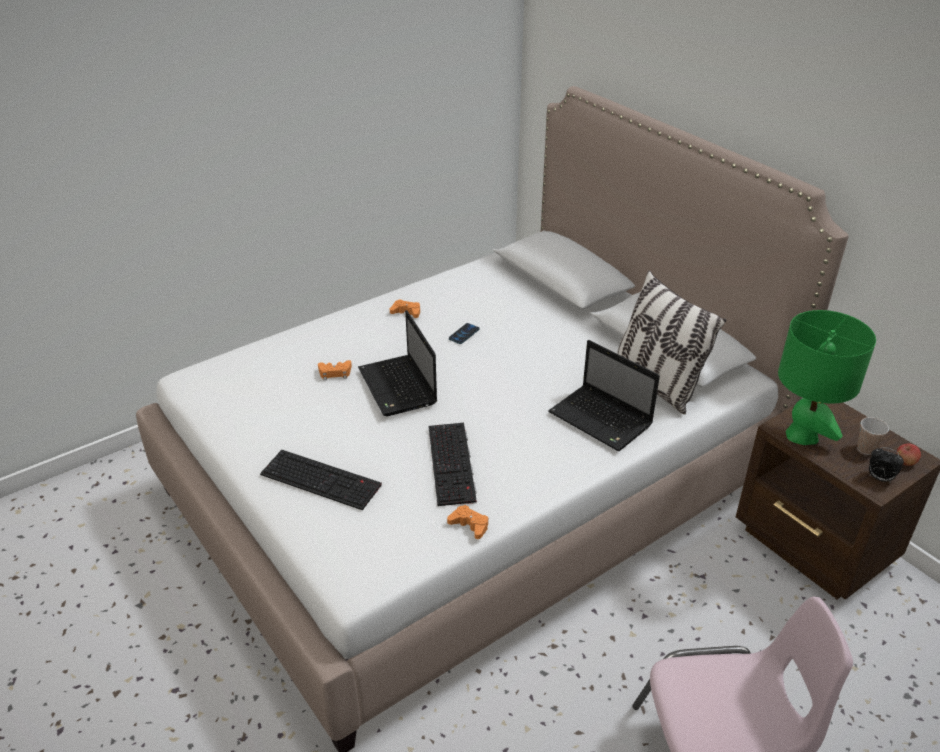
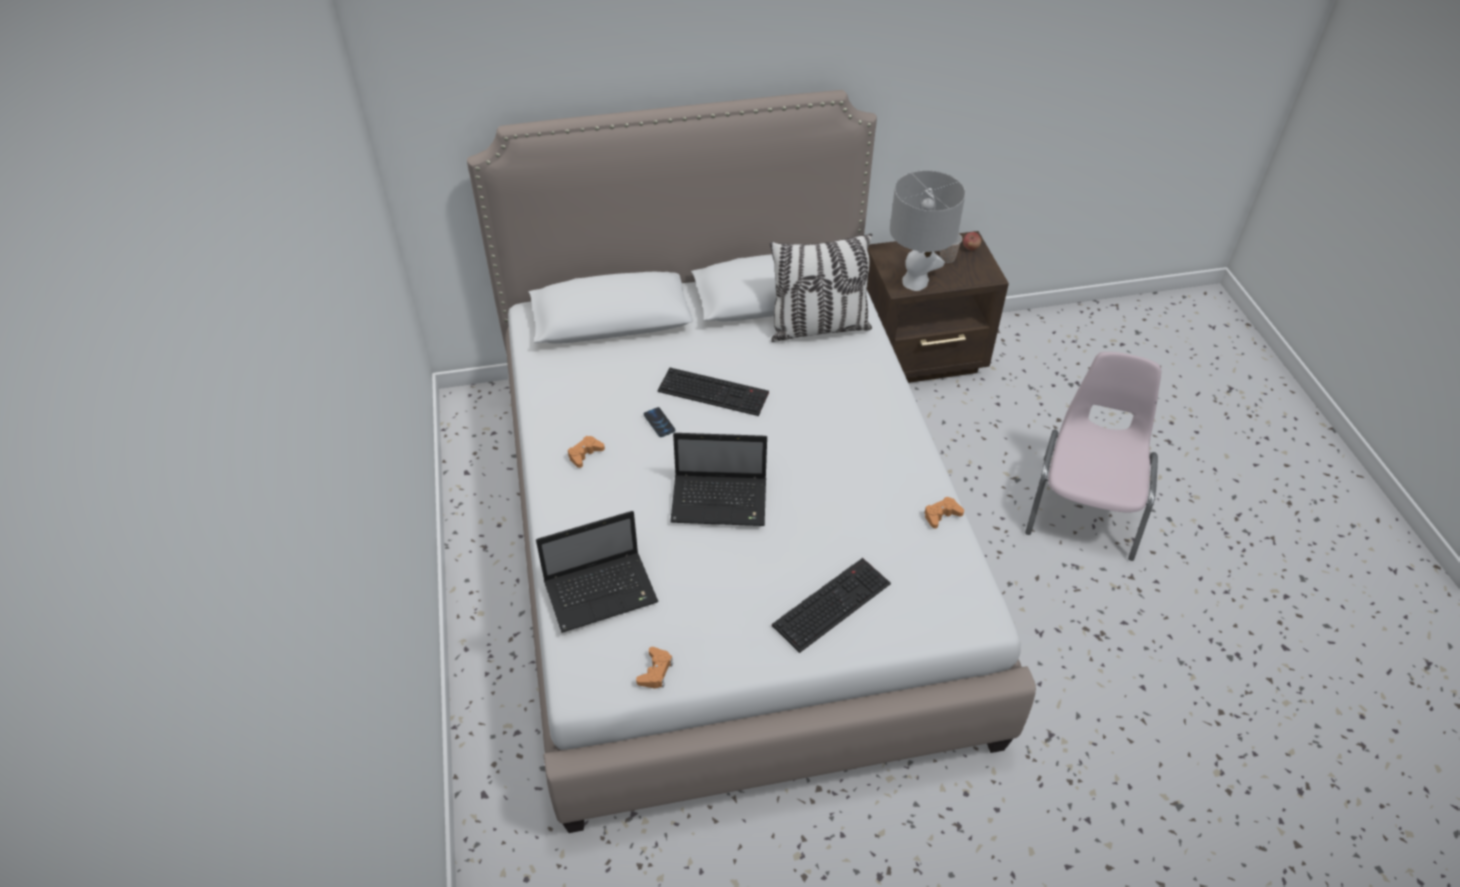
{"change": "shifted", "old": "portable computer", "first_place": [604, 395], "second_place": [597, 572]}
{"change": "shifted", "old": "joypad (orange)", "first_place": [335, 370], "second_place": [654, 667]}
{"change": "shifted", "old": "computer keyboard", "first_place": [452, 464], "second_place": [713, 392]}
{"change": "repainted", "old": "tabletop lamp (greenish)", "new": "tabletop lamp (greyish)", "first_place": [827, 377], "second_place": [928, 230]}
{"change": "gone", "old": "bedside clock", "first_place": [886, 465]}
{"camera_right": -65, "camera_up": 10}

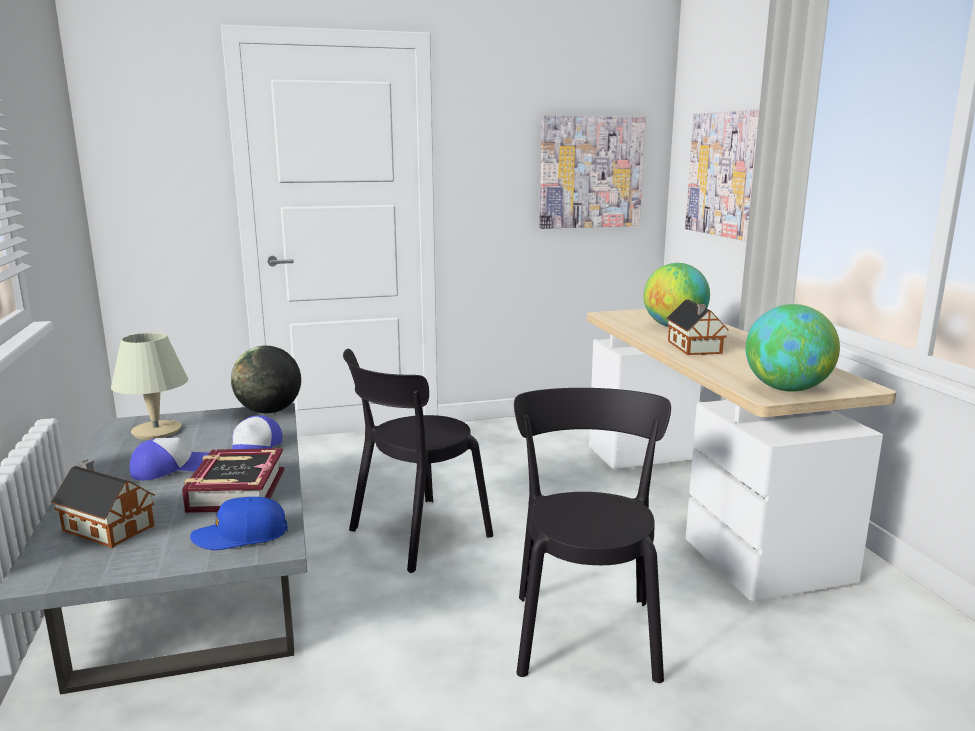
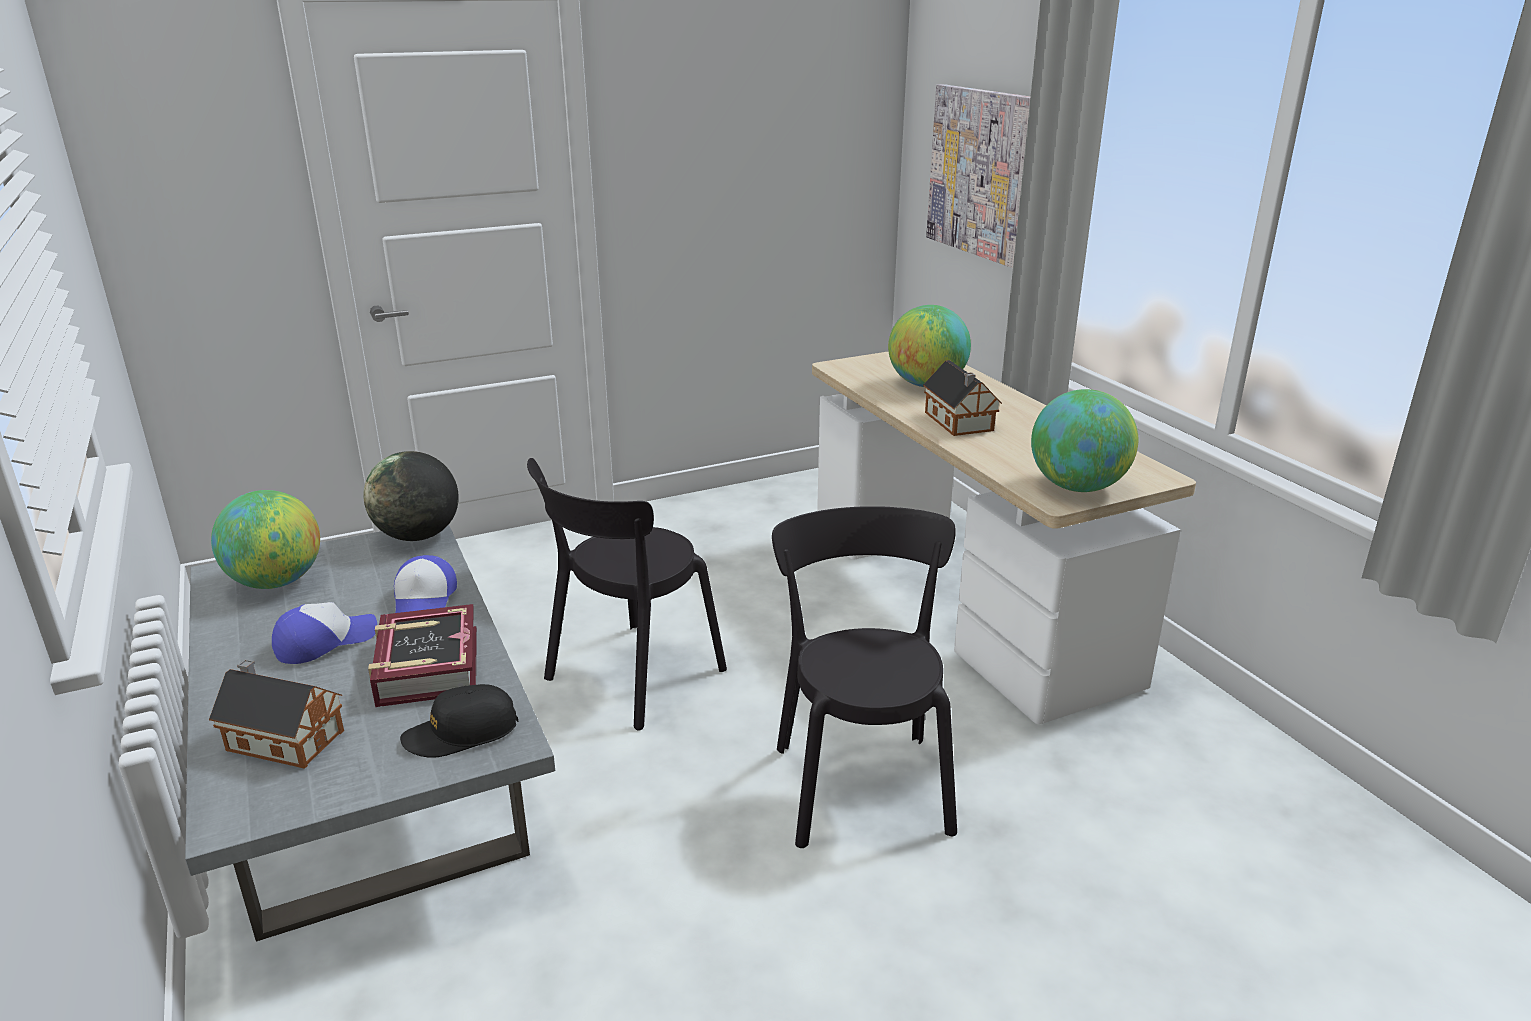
{"change": "swapped", "old": "tabletop lamp (beige)", "new": "globe", "first_place": [149, 386], "second_place": [265, 539]}
{"change": "repainted", "old": "baseball cap (blue-coloured)", "new": "baseball cap (blackish)", "first_place": [239, 523], "second_place": [459, 721]}
{"change": "gone", "old": "wall picture", "first_place": [593, 172]}
{"camera_right": -10, "camera_up": 10}

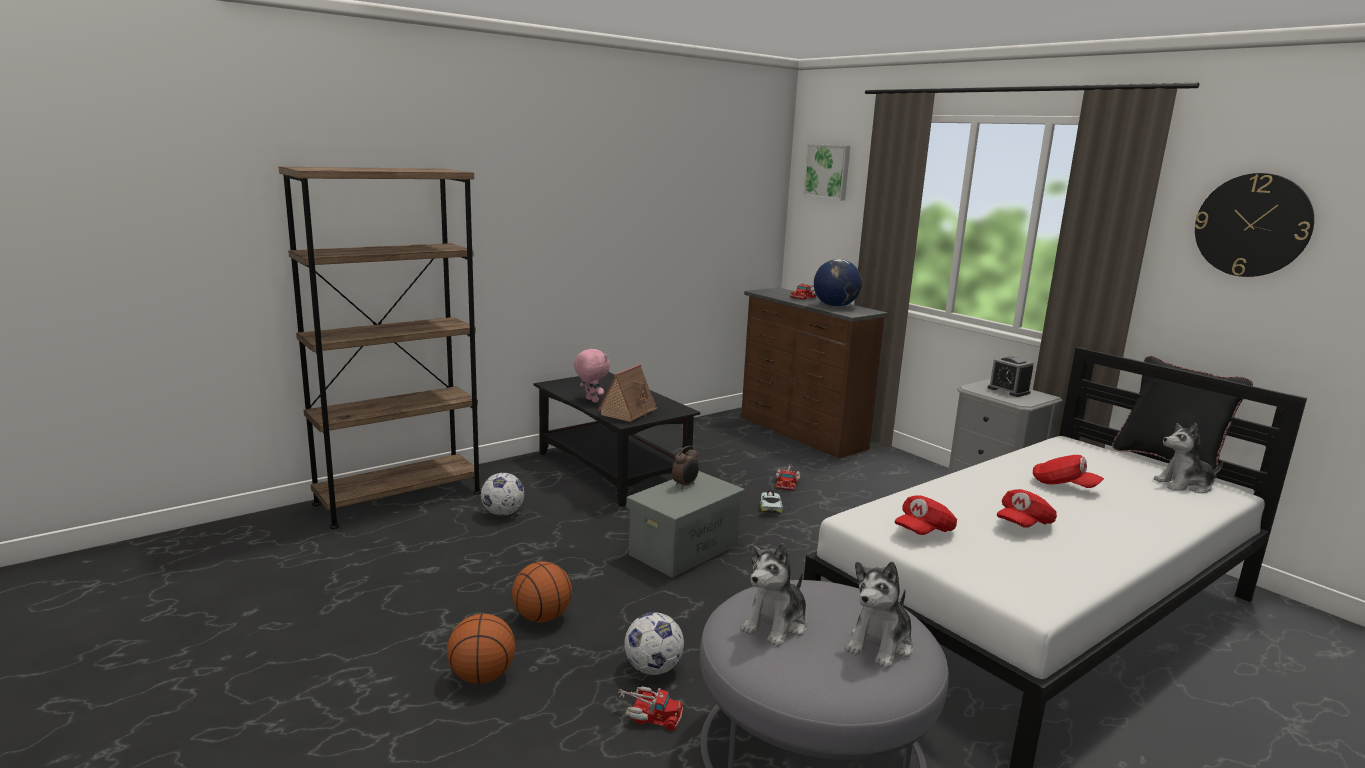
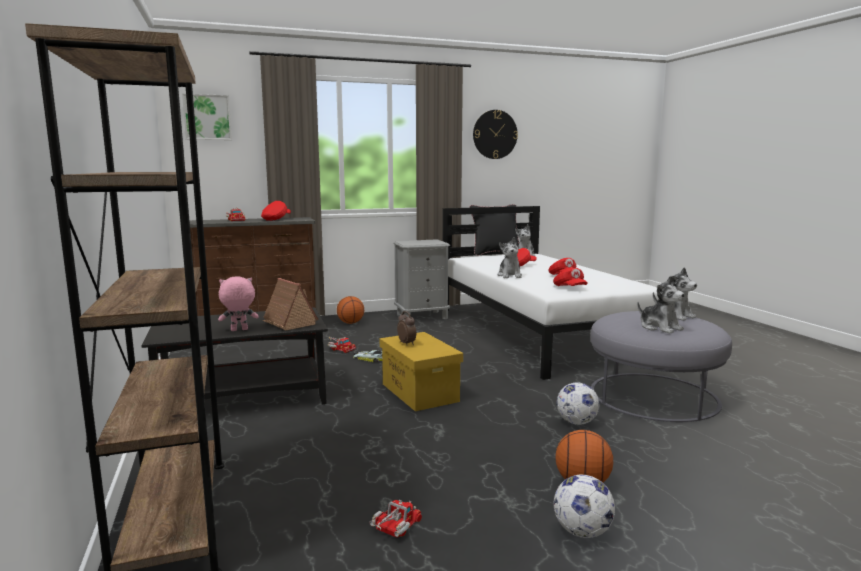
{"change": "swapped", "old": "globe", "new": "baseball cap (red-coloured)", "first_place": [838, 283], "second_place": [276, 211]}
{"change": "shifted", "old": "ball for basketball", "first_place": [542, 591], "second_place": [350, 310]}
{"change": "shifted", "old": "model truck", "first_place": [650, 708], "second_place": [396, 519]}
{"change": "repainted", "old": "storage bin (greyish)", "new": "storage bin (yellow)", "first_place": [685, 524], "second_place": [421, 371]}
{"change": "new", "new": "cuddly toy", "second_place": [509, 257]}
{"change": "shifted", "old": "ball for football", "first_place": [502, 494], "second_place": [584, 506]}
{"change": "gone", "old": "bedside clock", "first_place": [1010, 376]}
{"camera_right": -70, "camera_up": -5}

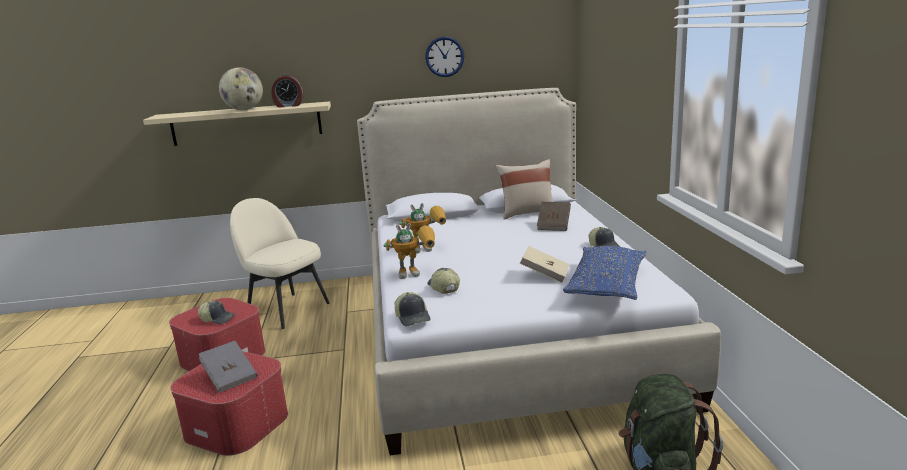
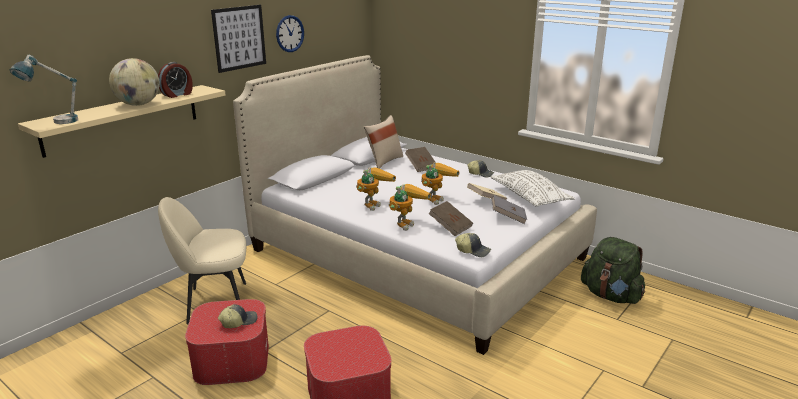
{"change": "new", "new": "tabletop lamp", "second_place": [43, 89]}
{"change": "new", "new": "wall picture", "second_place": [238, 39]}
{"change": "new", "new": "robot figure", "second_place": [440, 183]}
{"change": "swapped", "old": "baseball cap", "new": "volume (brownish)", "first_place": [443, 281], "second_place": [450, 218]}
{"change": "repainted", "old": "throw pillow (blue-coloured)", "new": "throw pillow (white-coloured)", "first_place": [605, 273], "second_place": [532, 188]}
{"change": "shifted", "old": "volume (greyish)", "first_place": [227, 367], "second_place": [509, 209]}
{"camera_right": -45, "camera_up": 5}

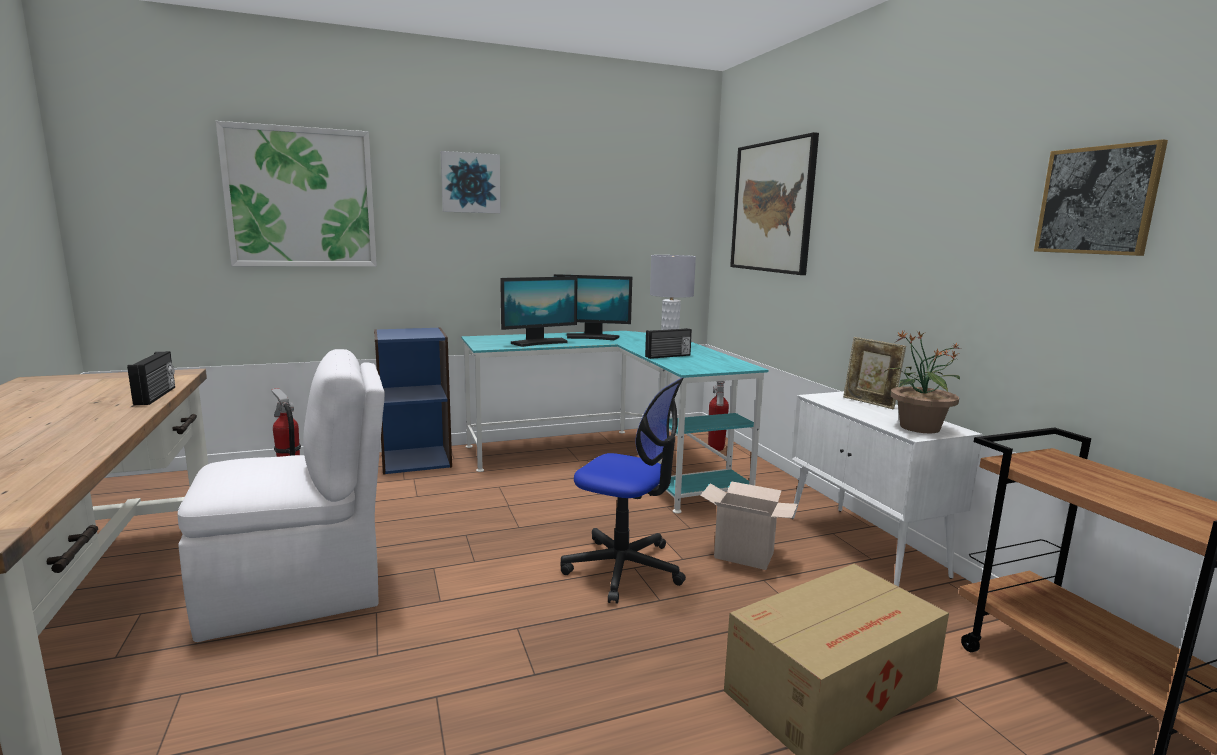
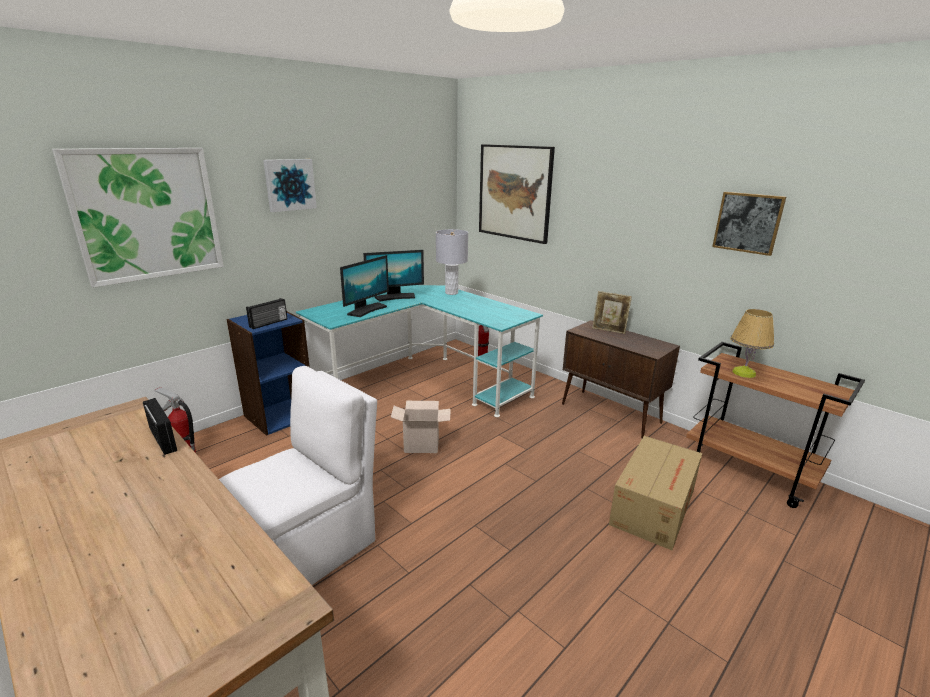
{"change": "shifted", "old": "radio", "first_place": [668, 343], "second_place": [267, 313]}
{"change": "shifted", "old": "cardboard box", "first_place": [749, 525], "second_place": [421, 427]}
{"change": "repainted", "old": "storage cabinet (white-coloured)", "new": "storage cabinet (brownish)", "first_place": [887, 488], "second_place": [621, 379]}
{"change": "new", "new": "tabletop lamp", "second_place": [752, 343]}
{"change": "gone", "old": "computer chair", "first_place": [623, 491]}
{"change": "gone", "old": "houseplant", "first_place": [923, 382]}
{"camera_right": -25, "camera_up": 10}

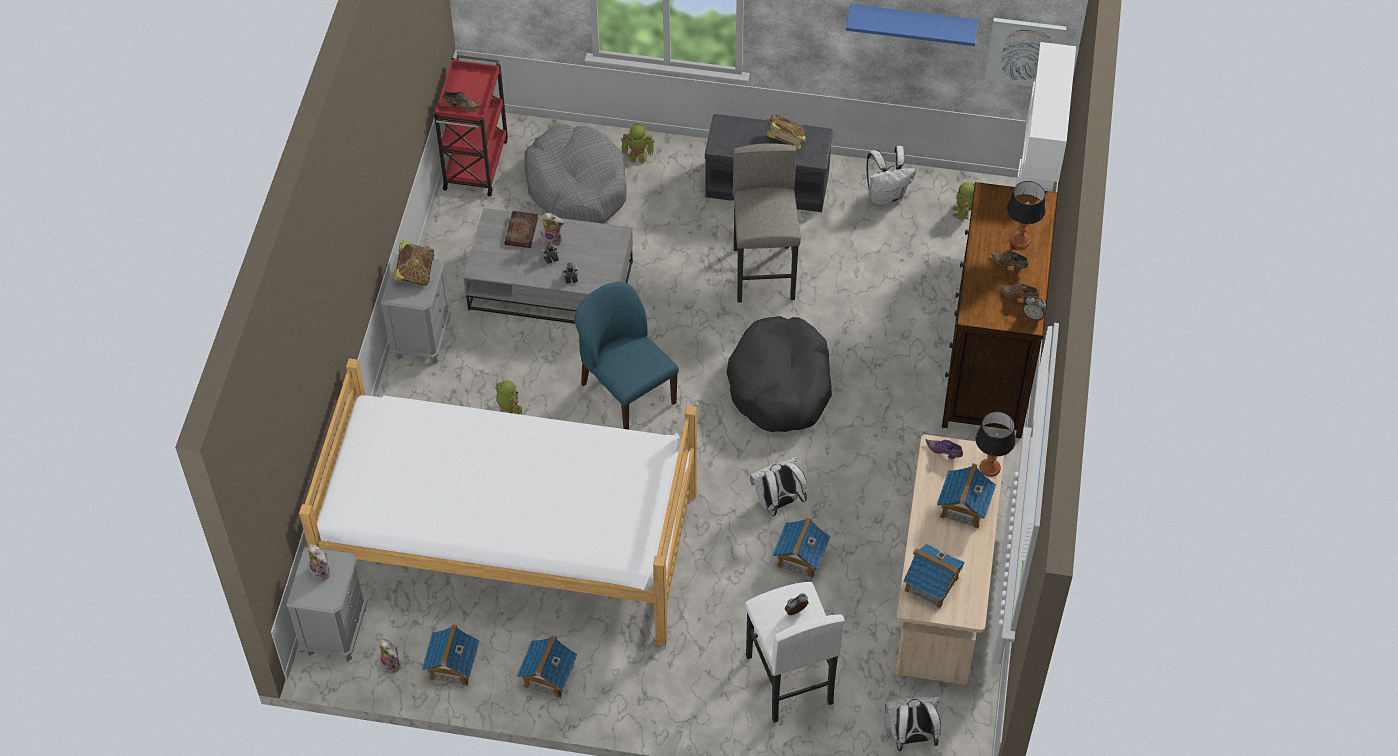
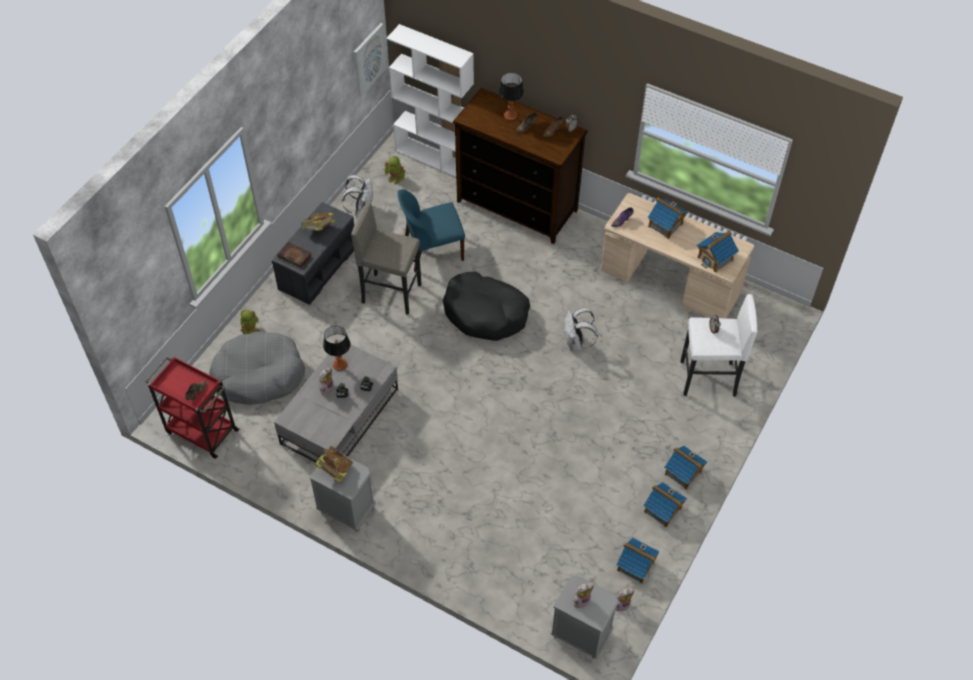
{"change": "shifted", "old": "volume", "first_place": [521, 229], "second_place": [294, 255]}
{"change": "shifted", "old": "tabletop lamp", "first_place": [995, 444], "second_place": [337, 348]}
{"change": "shifted", "old": "chair (blue-coloured)", "first_place": [626, 356], "second_place": [431, 230]}
{"change": "shifted", "old": "model house", "first_place": [801, 547], "second_place": [685, 467]}
{"change": "gone", "old": "bed", "first_place": [498, 502]}
{"change": "gone", "old": "robot figure", "first_place": [509, 397]}
{"change": "gone", "old": "shelf (blue-coloured)", "first_place": [912, 25]}
{"change": "gone", "old": "knapsack (white-coloured)", "first_place": [913, 724]}
{"camera_right": -70, "camera_up": 0}

